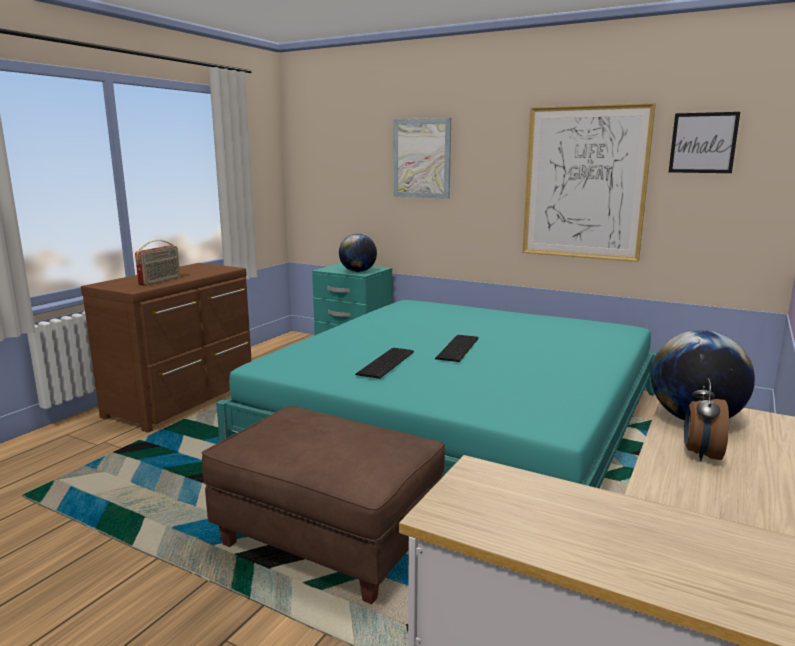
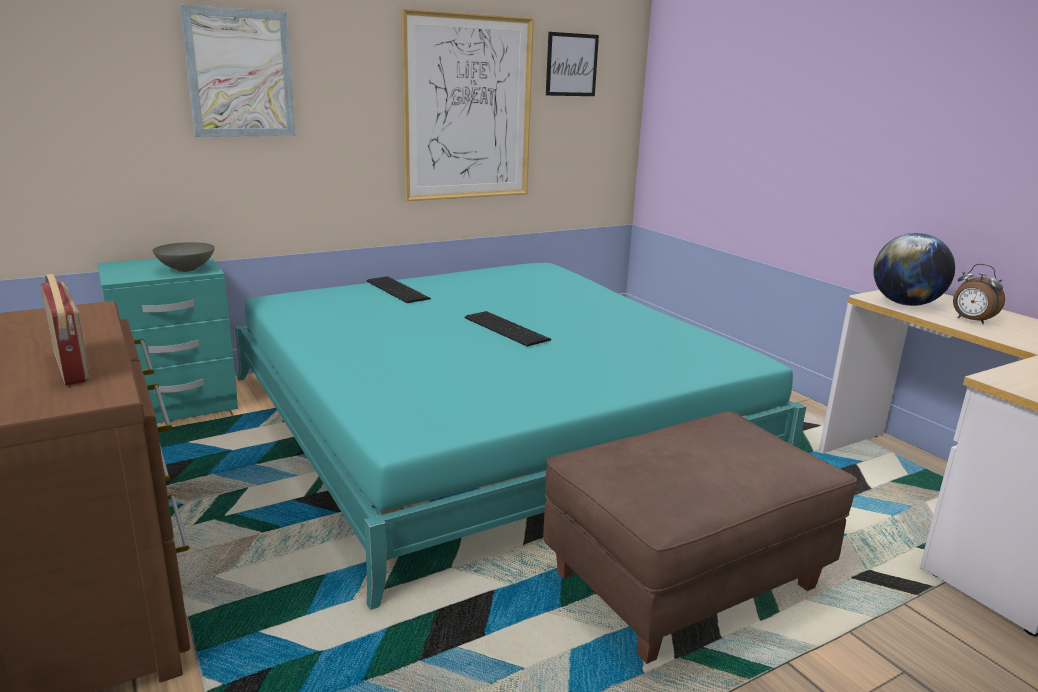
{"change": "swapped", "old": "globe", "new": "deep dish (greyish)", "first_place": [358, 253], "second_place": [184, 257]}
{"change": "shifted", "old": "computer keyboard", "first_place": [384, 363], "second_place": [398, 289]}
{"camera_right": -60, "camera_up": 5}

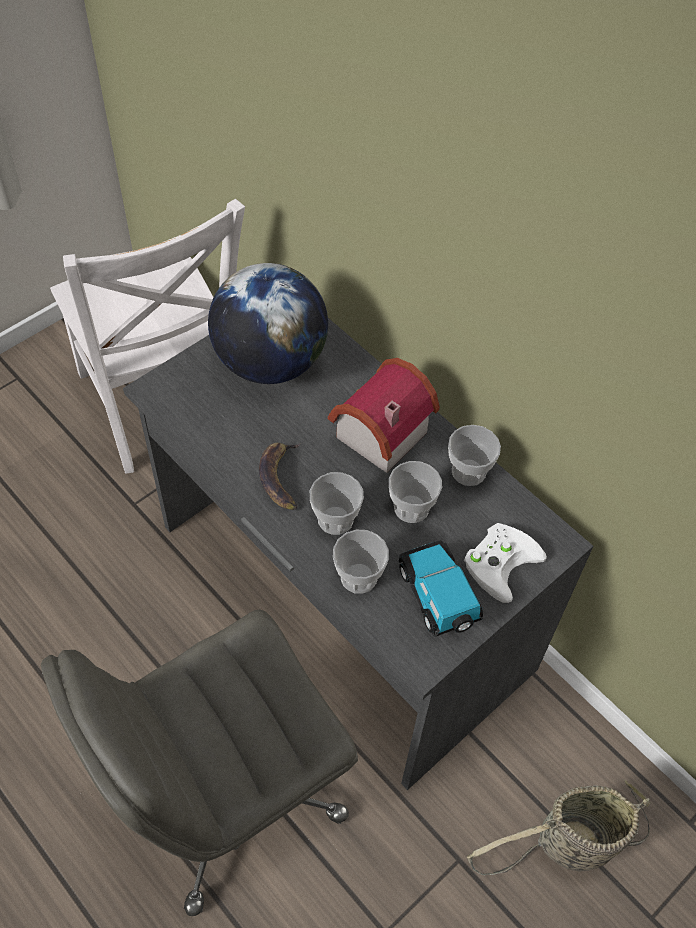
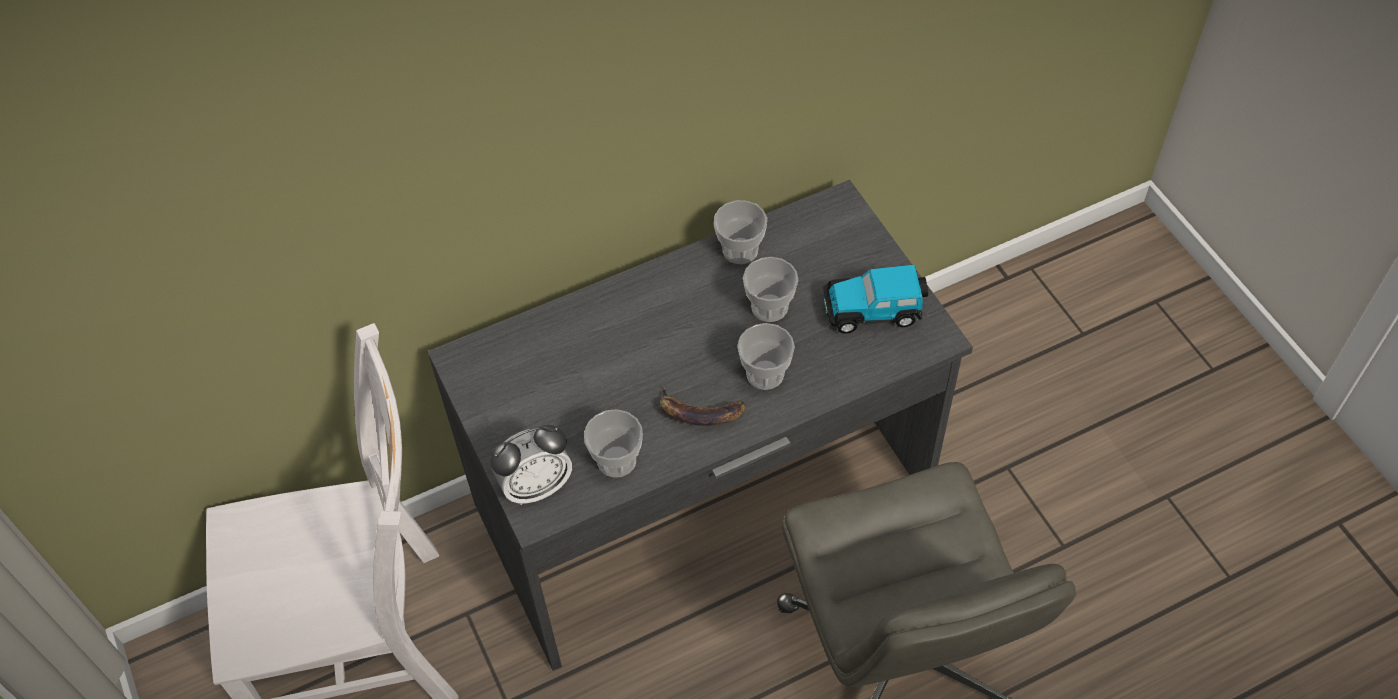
{"change": "new", "new": "bedside clock", "second_place": [531, 465]}
{"change": "shifted", "old": "drinking cup", "first_place": [361, 562], "second_place": [613, 443]}
{"change": "gone", "old": "globe", "first_place": [268, 323]}
{"change": "gone", "old": "model house", "first_place": [384, 415]}
{"change": "gone", "old": "joypad (white-coloured)", "first_place": [505, 563]}
{"change": "gone", "old": "storage basket", "first_place": [559, 827]}
{"camera_right": -70, "camera_up": 0}

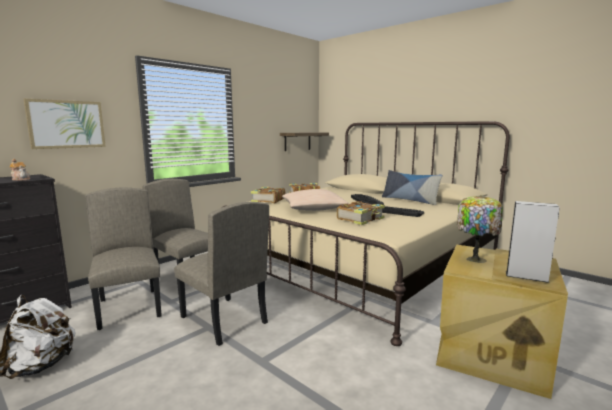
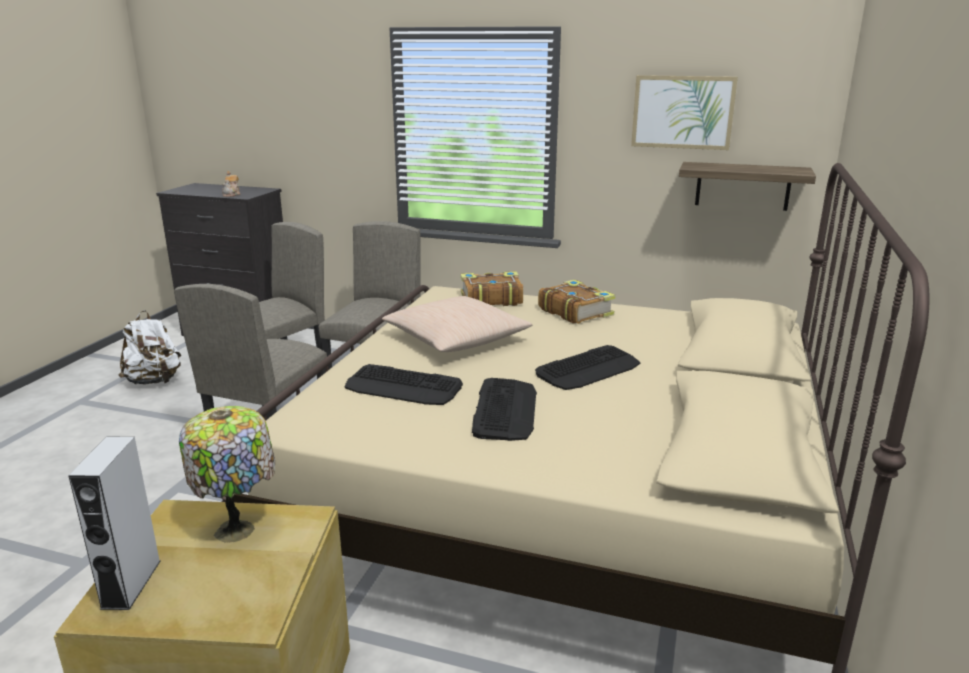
{"change": "swapped", "old": "volume", "new": "computer keyboard", "first_place": [361, 213], "second_place": [403, 384]}
{"change": "shifted", "old": "wall picture", "first_place": [65, 124], "second_place": [684, 112]}
{"change": "gone", "old": "throw pillow", "first_place": [412, 187]}
{"camera_right": 65, "camera_up": 10}

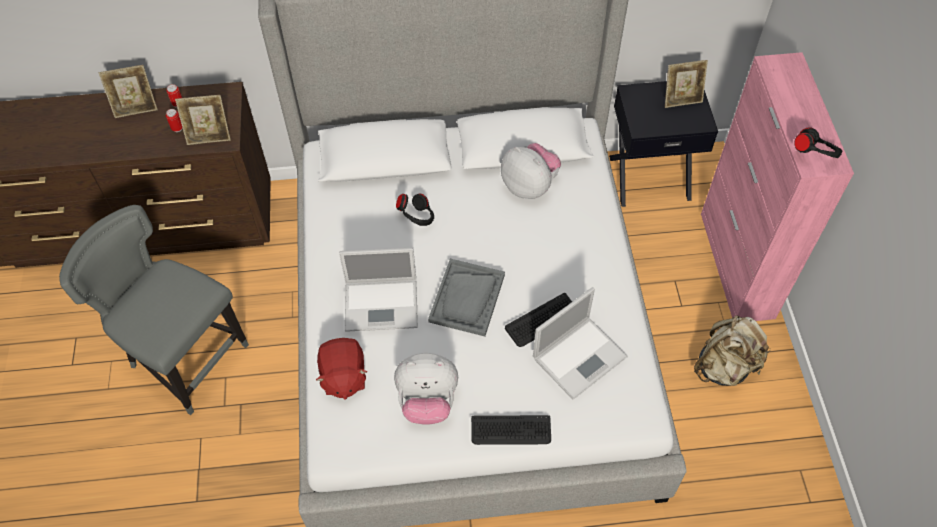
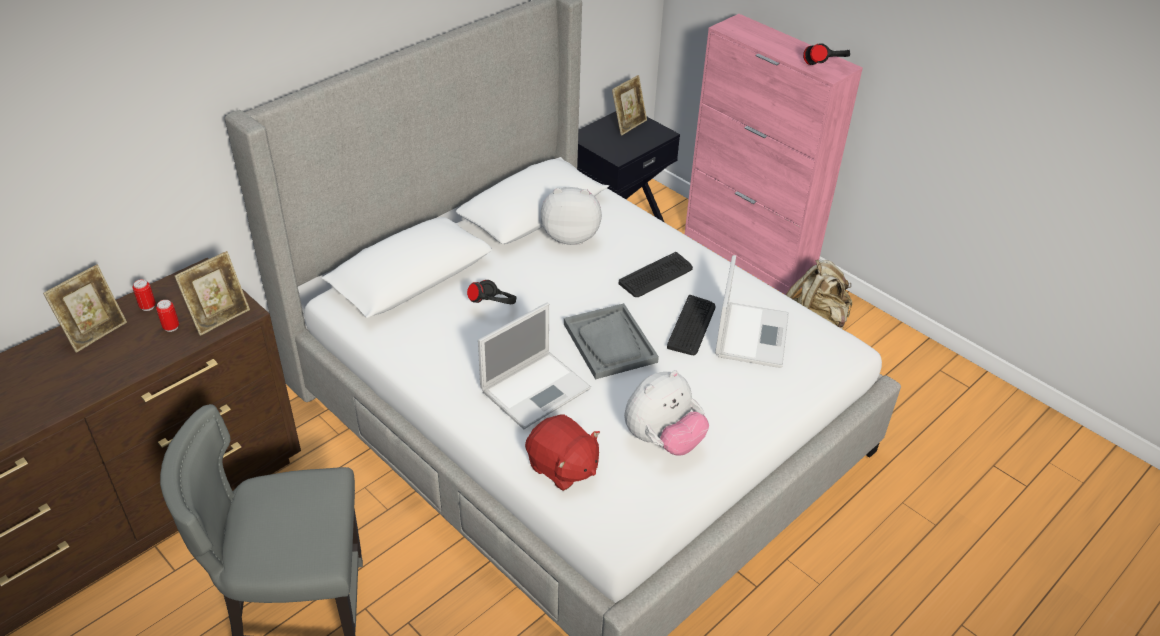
{"change": "shifted", "old": "computer keyboard", "first_place": [511, 430], "second_place": [656, 274]}
{"camera_right": -40, "camera_up": -15}

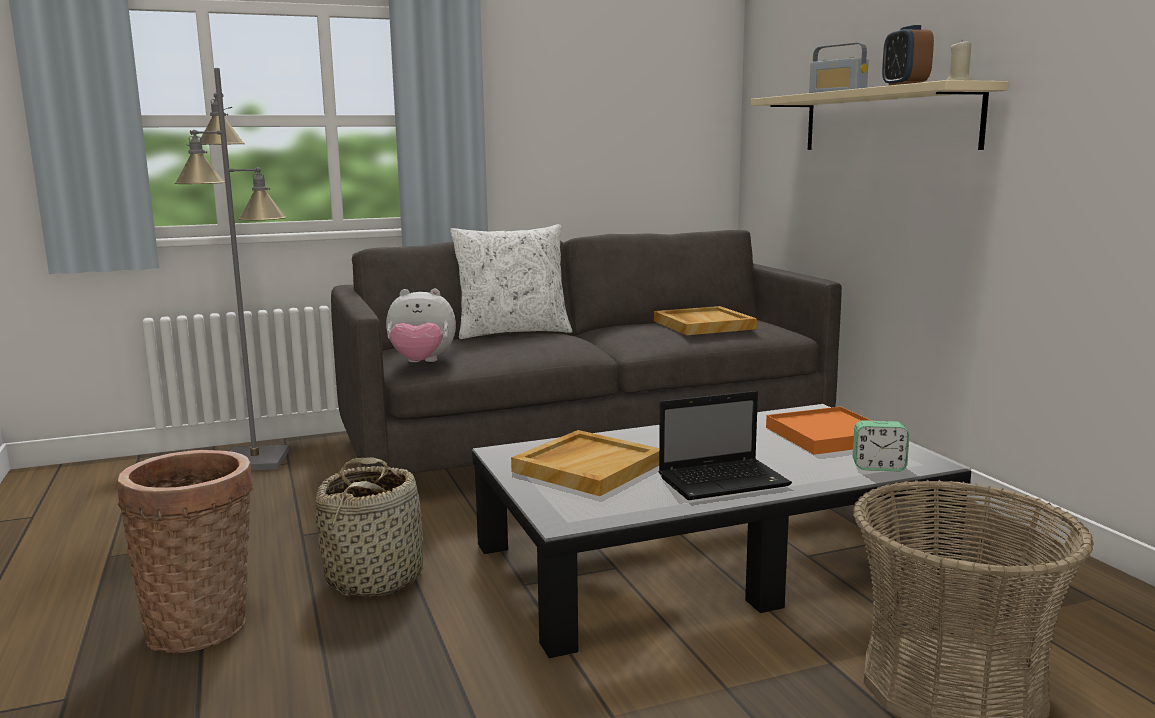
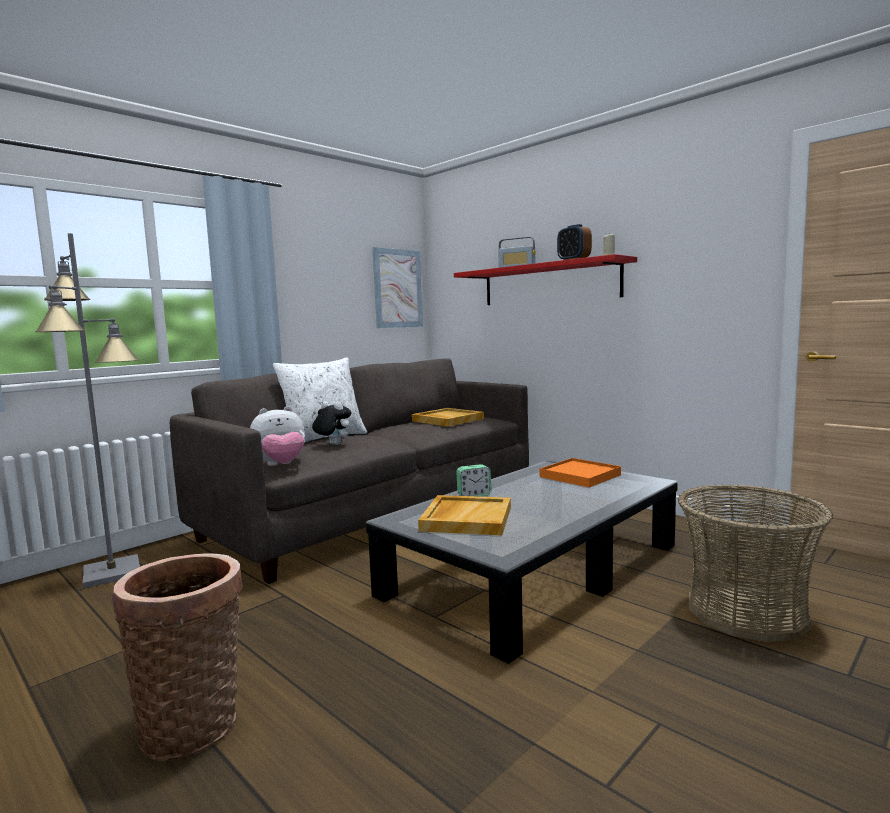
{"change": "new", "new": "cuddly toy", "second_place": [331, 423]}
{"change": "new", "new": "wall picture", "second_place": [398, 287]}
{"change": "repainted", "old": "shelf (beige)", "new": "shelf (red-coloured)", "first_place": [879, 115], "second_place": [545, 279]}
{"change": "shifted", "old": "bedside clock", "first_place": [881, 445], "second_place": [473, 480]}
{"change": "gone", "old": "storage basket", "first_place": [369, 527]}
{"change": "gone", "old": "portable computer", "first_place": [725, 445]}
{"camera_right": -25, "camera_up": -5}

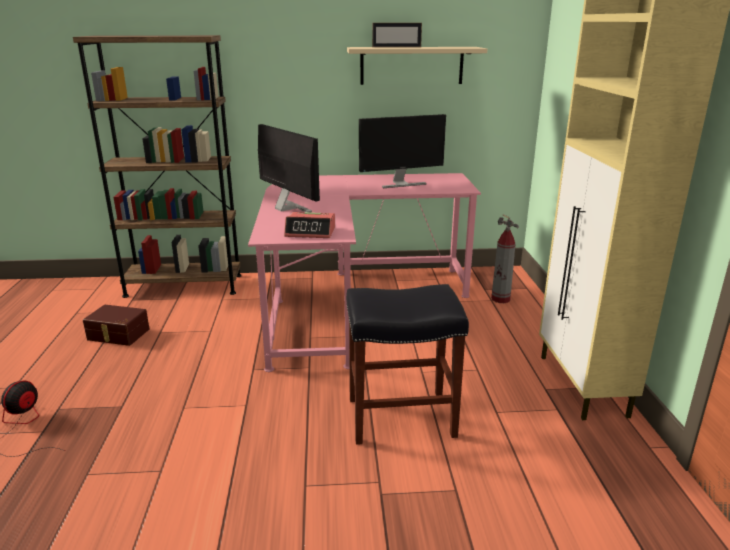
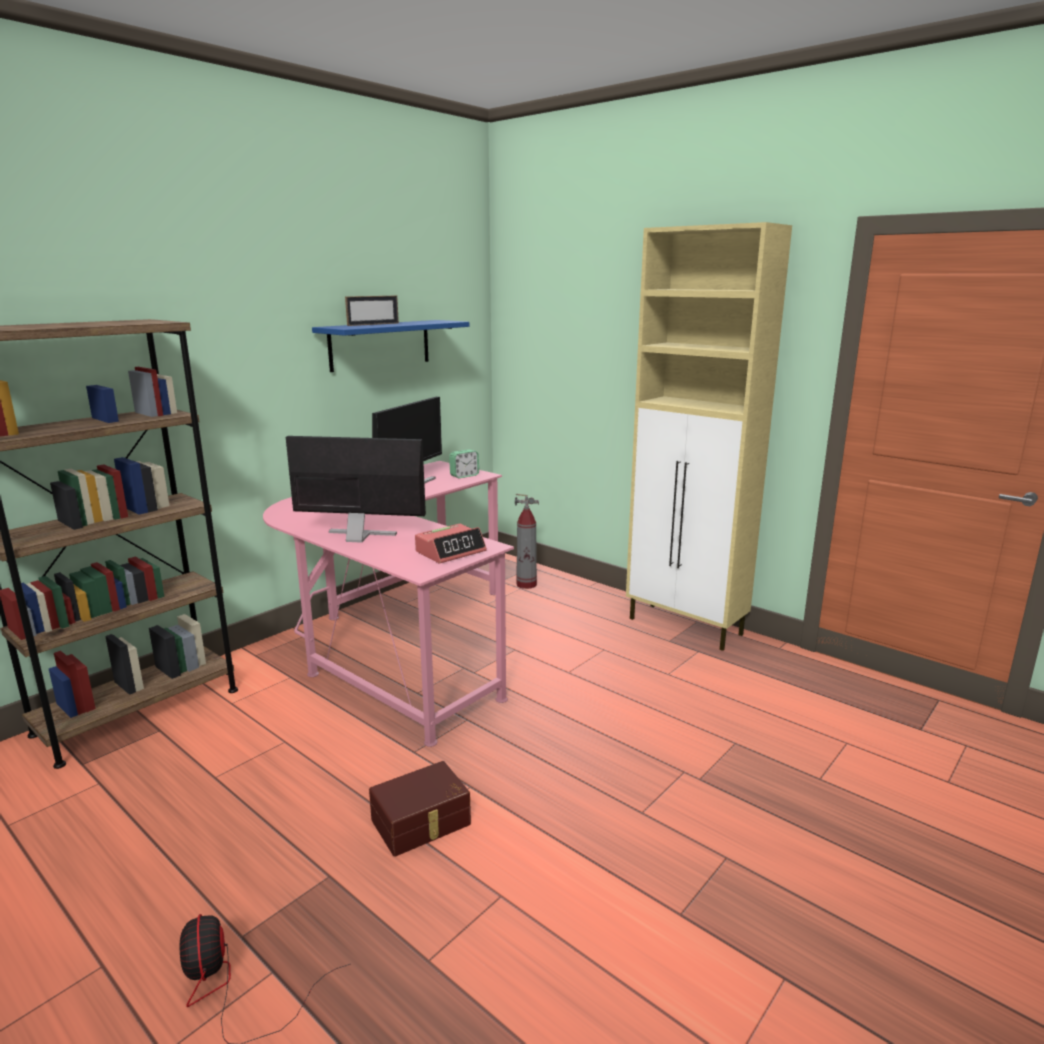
{"change": "repainted", "old": "shelf (beige)", "new": "shelf (blue-coloured)", "first_place": [417, 66], "second_place": [390, 346]}
{"change": "shifted", "old": "storage bin (brownish)", "first_place": [116, 325], "second_place": [420, 809]}
{"change": "new", "new": "bedside clock", "second_place": [464, 463]}
{"change": "gone", "old": "stool seat (blackish)", "first_place": [407, 364]}
{"camera_right": -45, "camera_up": -5}

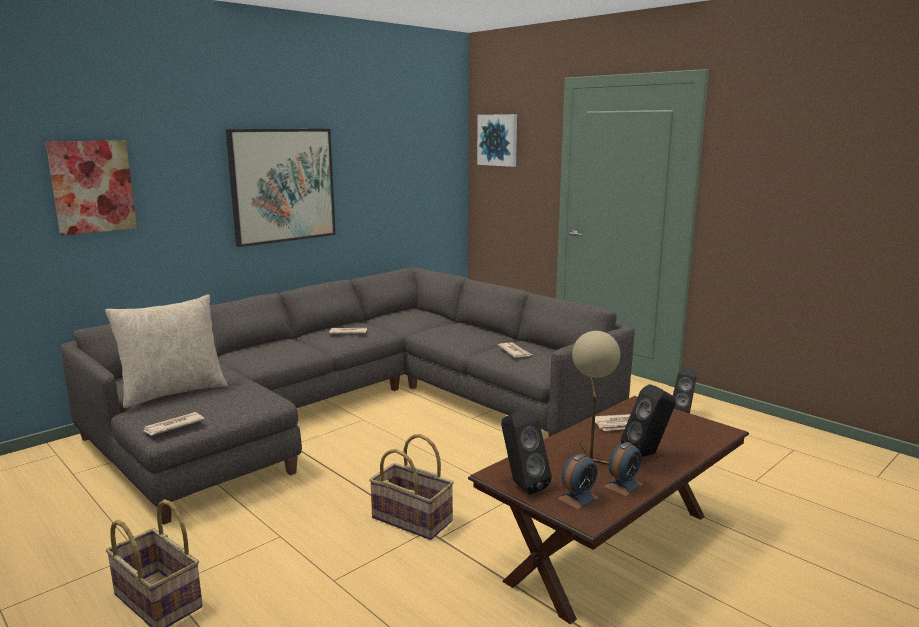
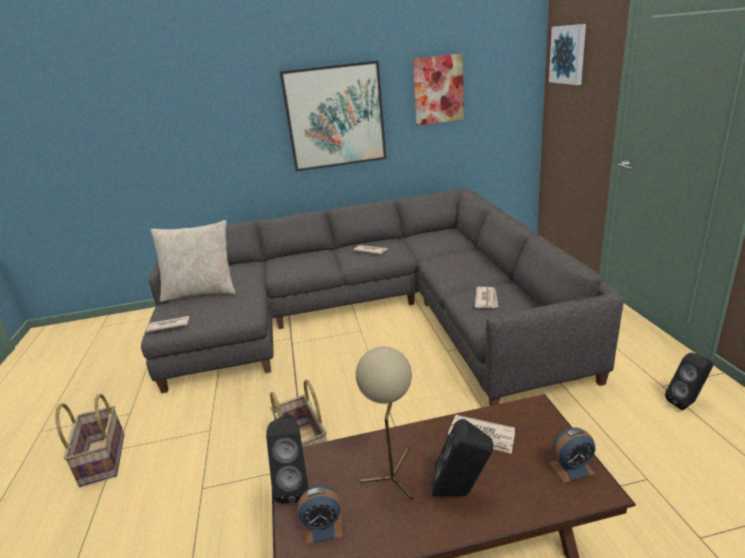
{"change": "shifted", "old": "wall picture", "first_place": [91, 188], "second_place": [438, 90]}
{"change": "shifted", "old": "bedside clock", "first_place": [623, 469], "second_place": [572, 455]}
{"camera_right": 35, "camera_up": 10}

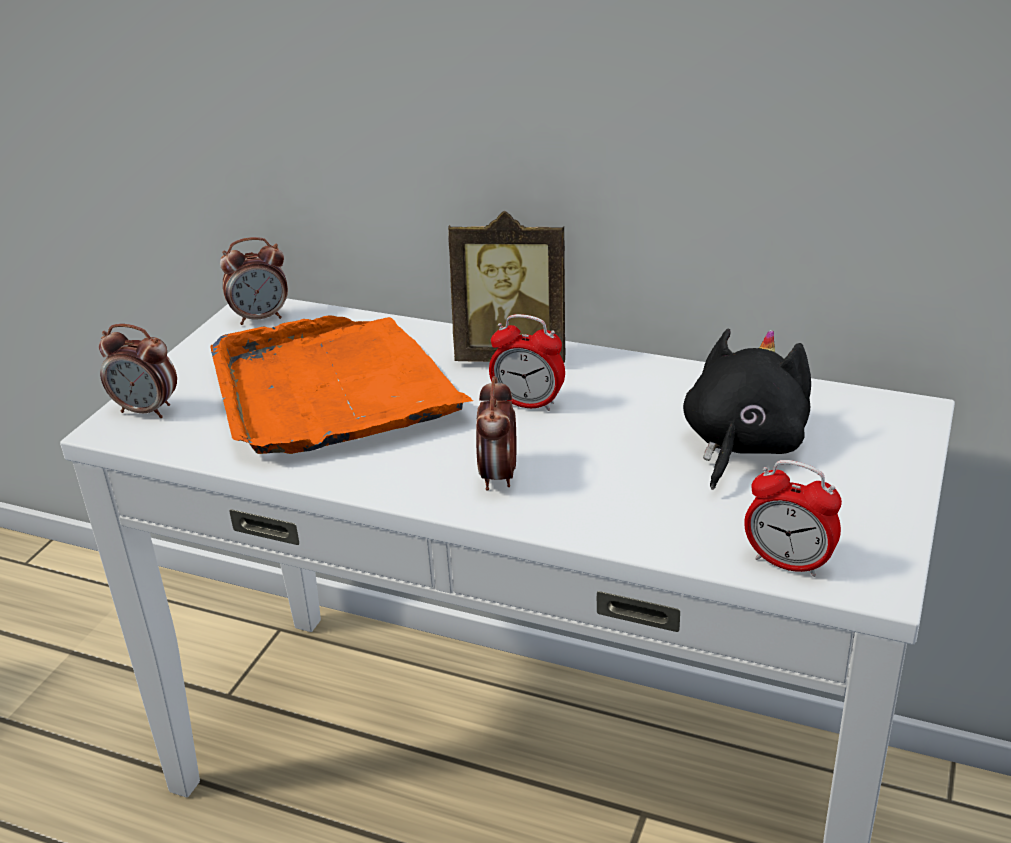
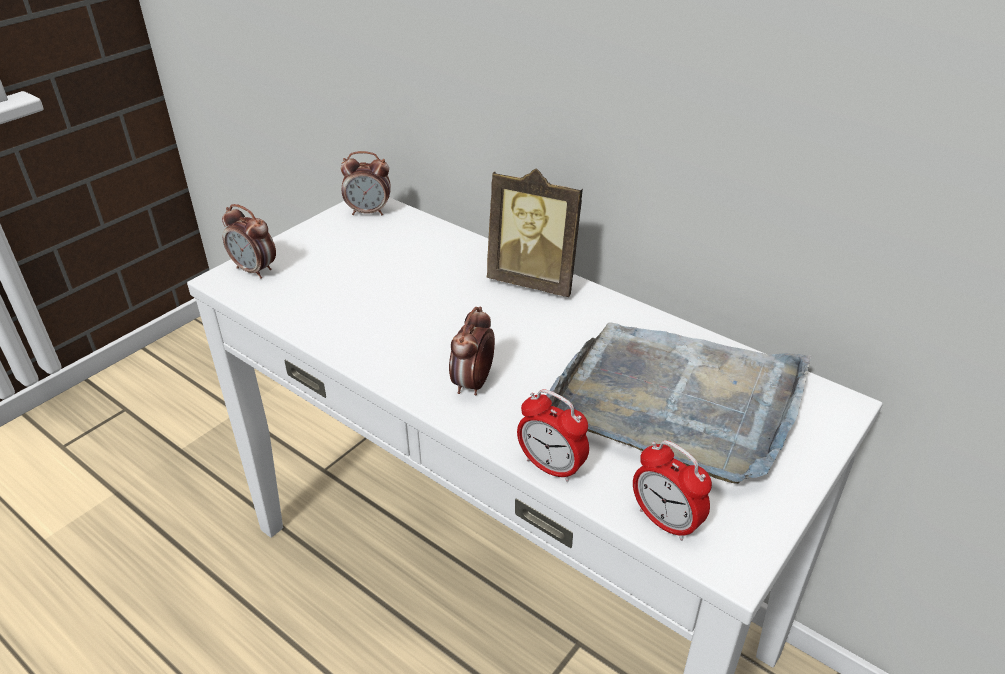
{"change": "shifted", "old": "bedside clock", "first_place": [527, 362], "second_place": [553, 435]}
{"change": "swapped", "old": "cuddly toy (blackish)", "new": "tray (greyish)", "first_place": [747, 409], "second_place": [678, 403]}
{"change": "gone", "old": "tray (orange)", "first_place": [341, 384]}
{"camera_right": 15, "camera_up": 5}

